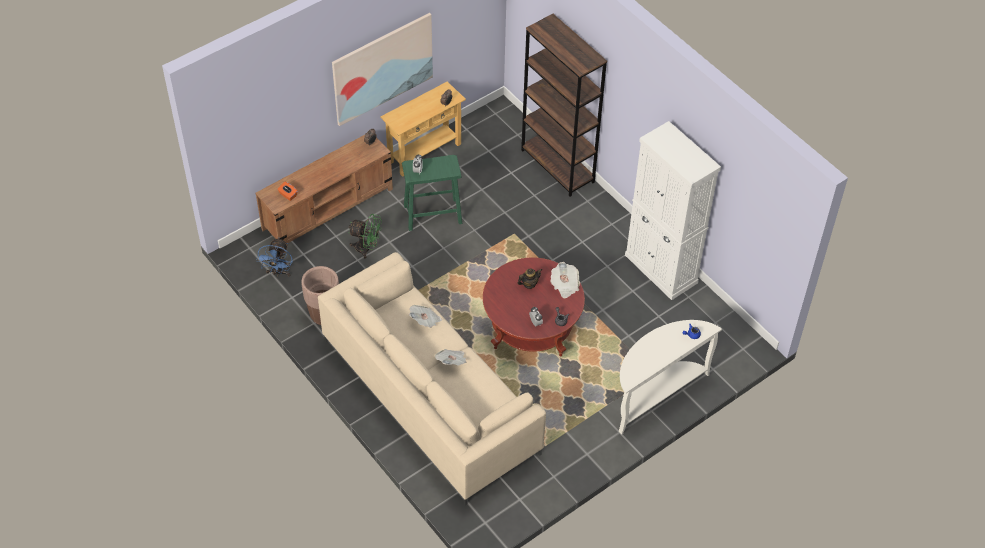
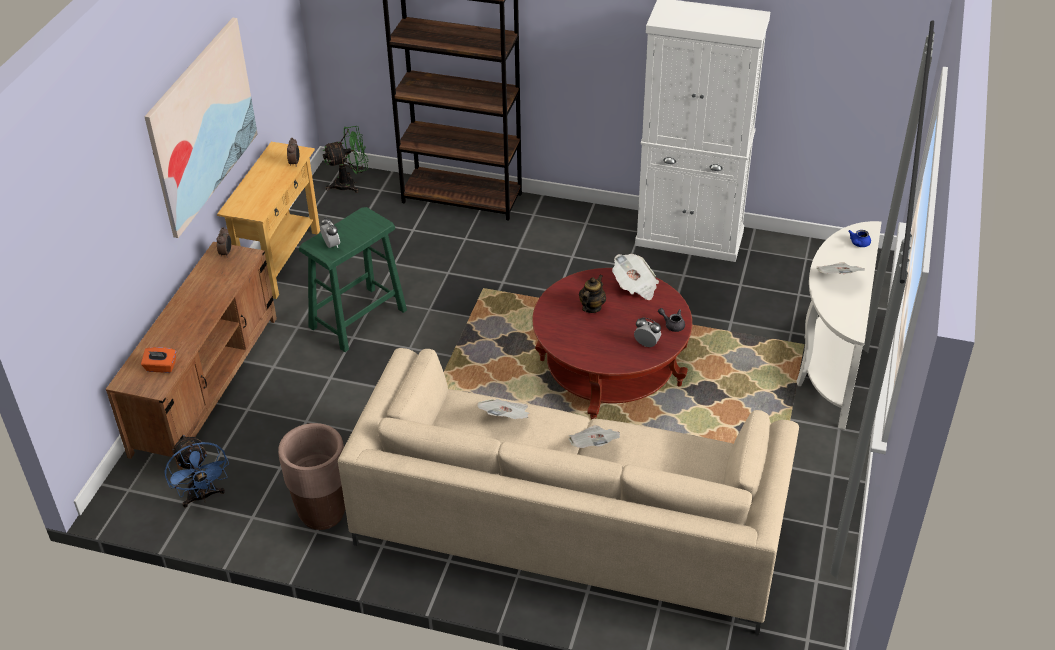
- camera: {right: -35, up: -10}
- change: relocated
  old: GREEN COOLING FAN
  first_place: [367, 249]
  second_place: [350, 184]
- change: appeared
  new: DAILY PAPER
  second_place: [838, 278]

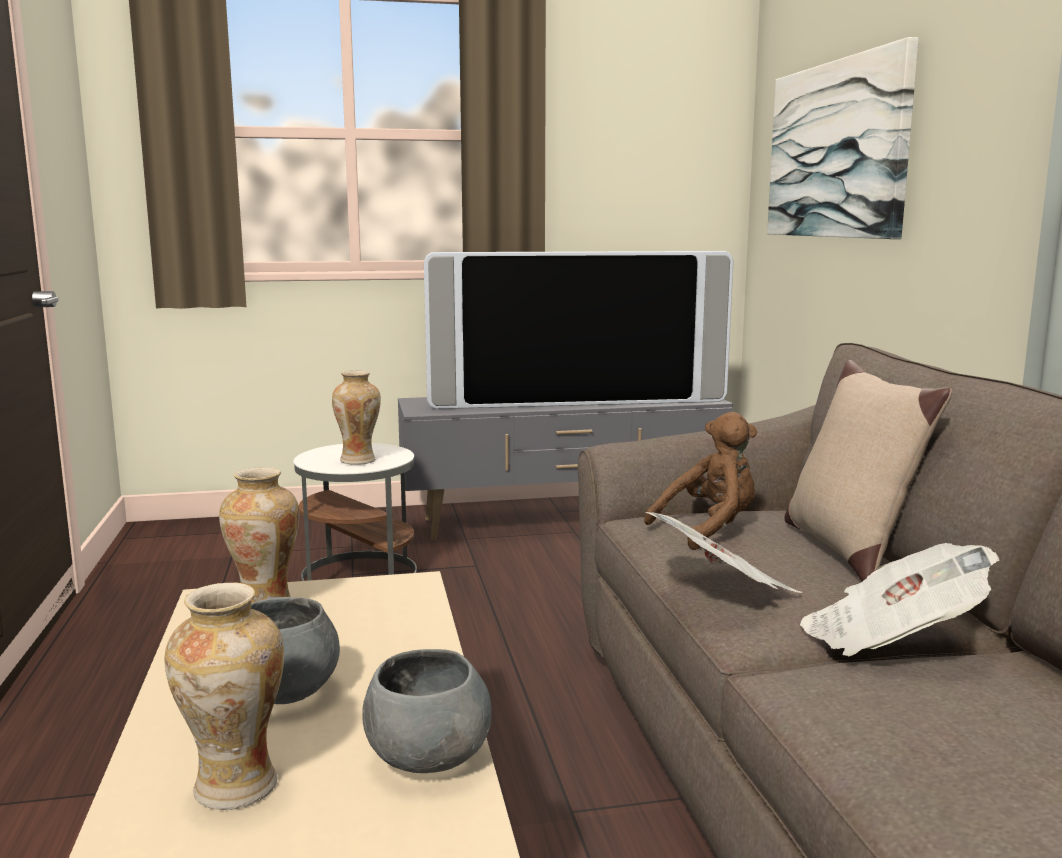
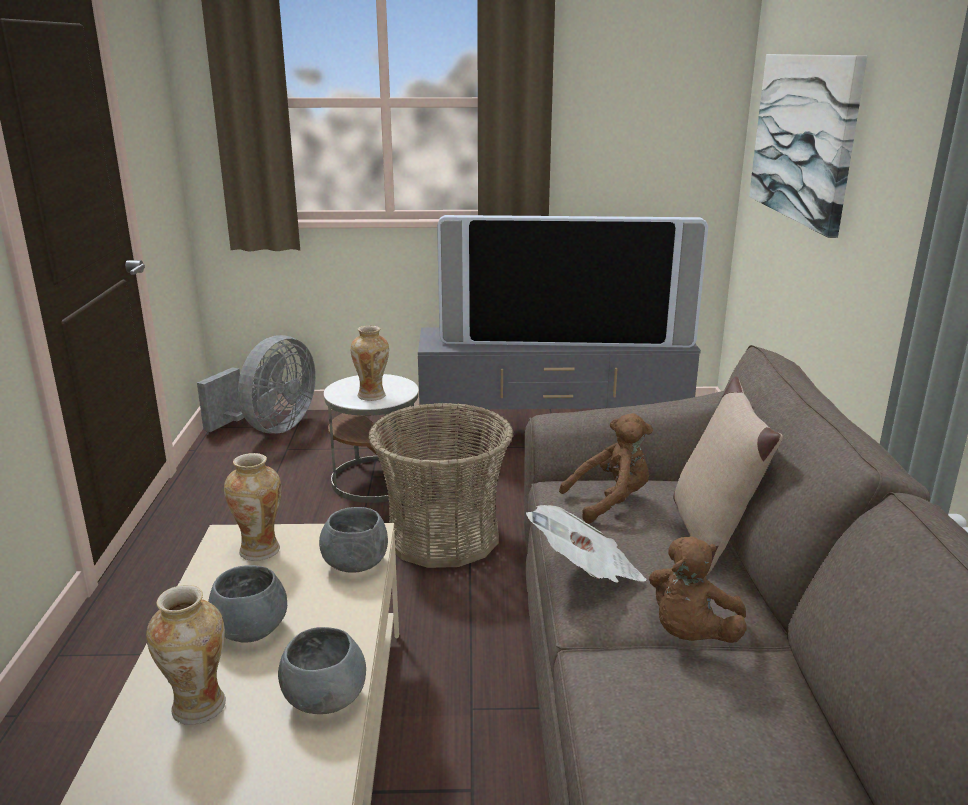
- camera: {right: 10, up: 10}
- change: appeared
  new: GREY COOLING FAN
  second_place: [270, 428]
- change: appeared
  new: GREY BOWL
  second_place: [355, 564]
- change: appeared
  new: HOUSEHOLD BASKET
  second_place: [443, 536]
- change: exchanged
  old: DAILY PAPER
  new: BROWN-COLOURED CUDDLY TOY
  first_place: [890, 640]
  second_place: [691, 635]

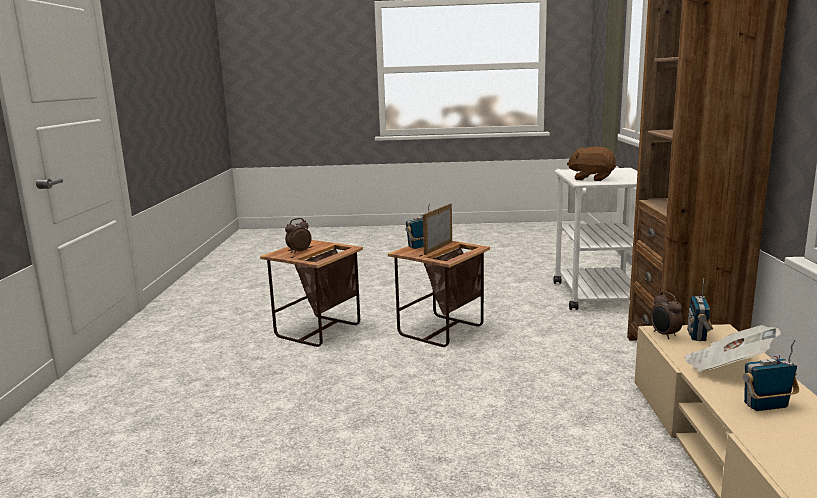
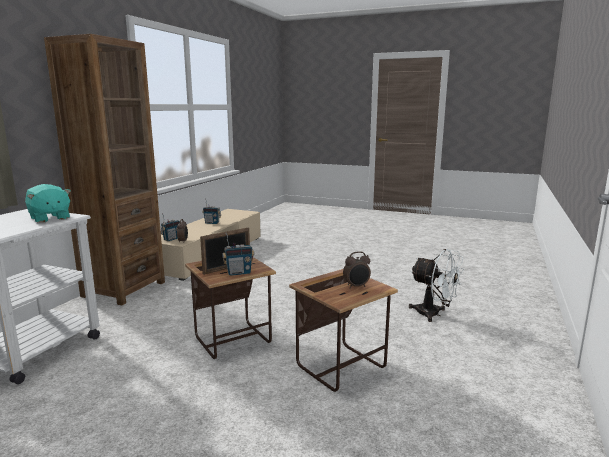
- camera: {right: -160, up: 0}
- change: colour
  old: BROWN-COLOURED CUDDLY TOY
  new: TURQUOISE CUDDLY TOY
  first_place: [591, 179]
  second_place: [49, 218]
- change: appeared
  new: WHITE COOLING FAN
  second_place: [434, 314]
- change: missing
  old: DAILY PAPER
  first_place: [726, 368]

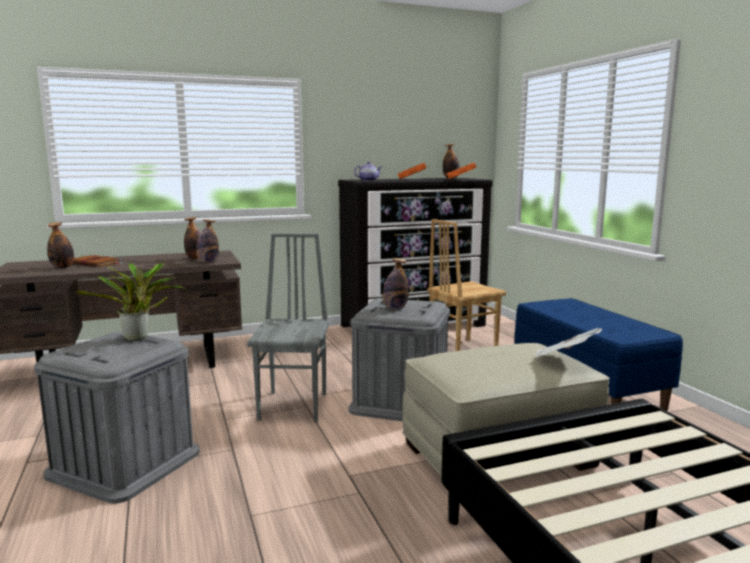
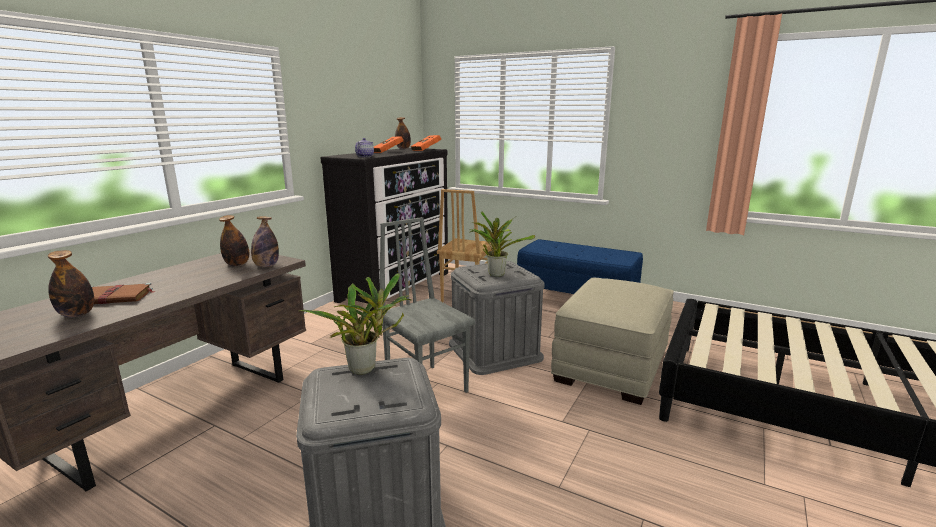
- camera: {right: -40, up: 5}
- change: exchanged
  old: DRINK BOTTLE
  new: HOUSEPLANT
  first_place: [395, 308]
  second_place: [495, 274]
- change: missing
  old: DAILY PAPER
  first_place: [563, 360]

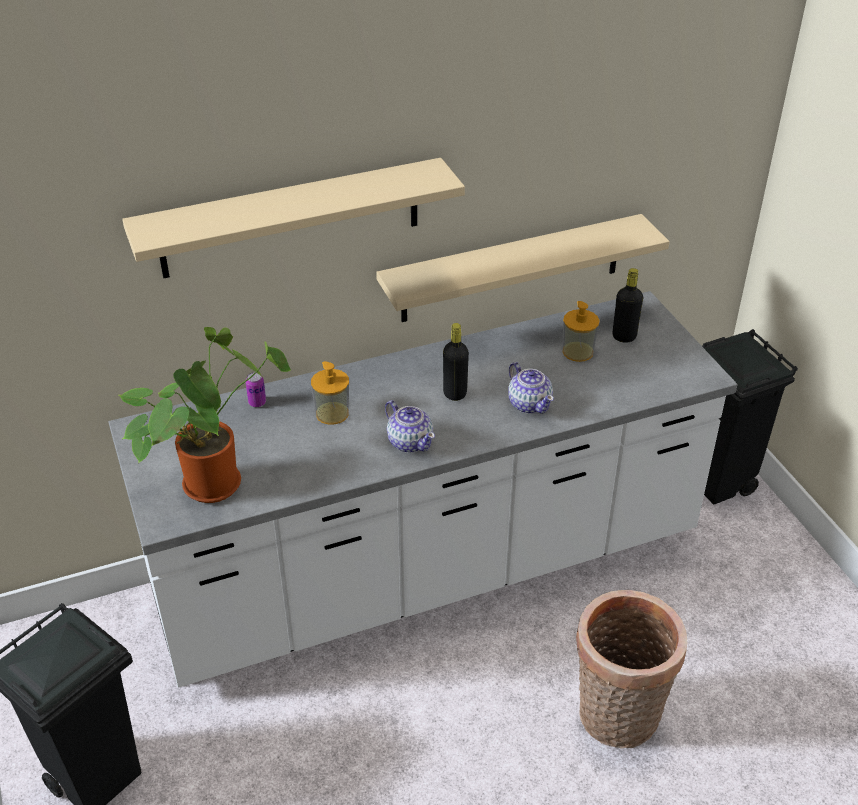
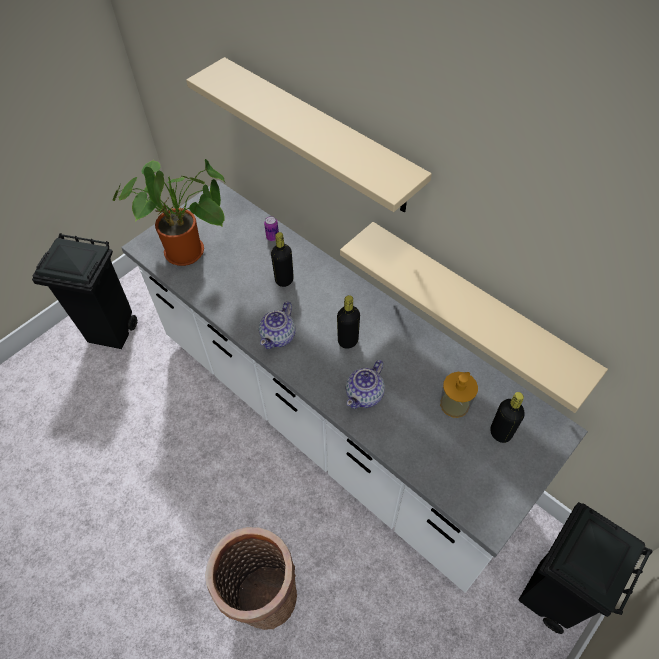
- camera: {right: 65, up: 15}
- change: exchanged
  old: LIQUID SOAP BOTTLE
  new: BLACKISH DRINK BOTTLE
  first_place: [332, 413]
  second_place: [284, 280]

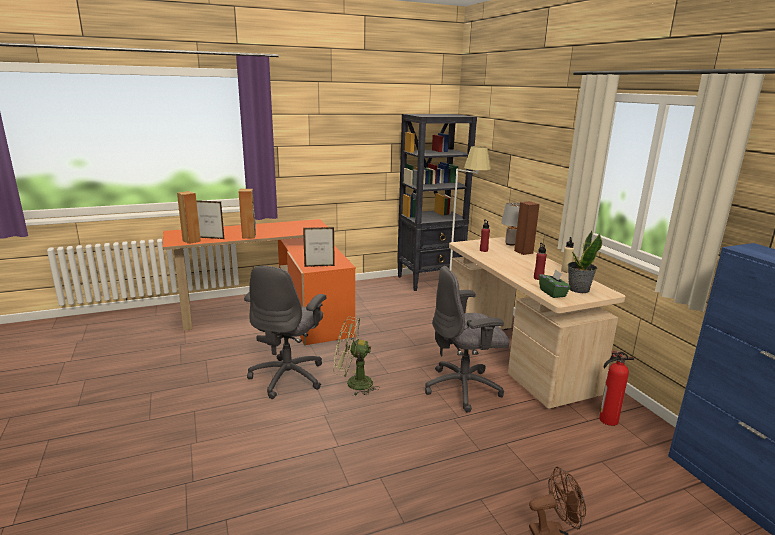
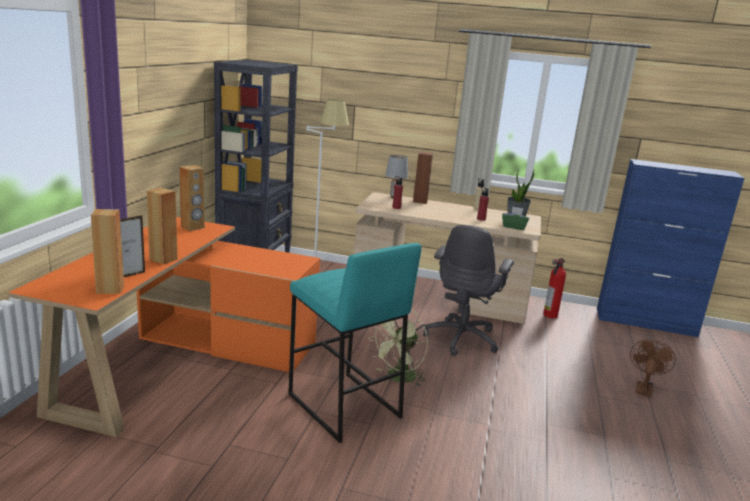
- camera: {right: -55, up: 0}
- change: appeared
  new: BROWN-COLOURED AUDIO SPEAKER
  second_place: [193, 227]
- change: exchanged
  old: GREY OFFICE CHAIR
  new: TURQUOISE STOOL SEAT
  first_place: [288, 377]
  second_place: [343, 405]
- change: missing
  old: PHOTO FRAME
  first_place: [319, 266]

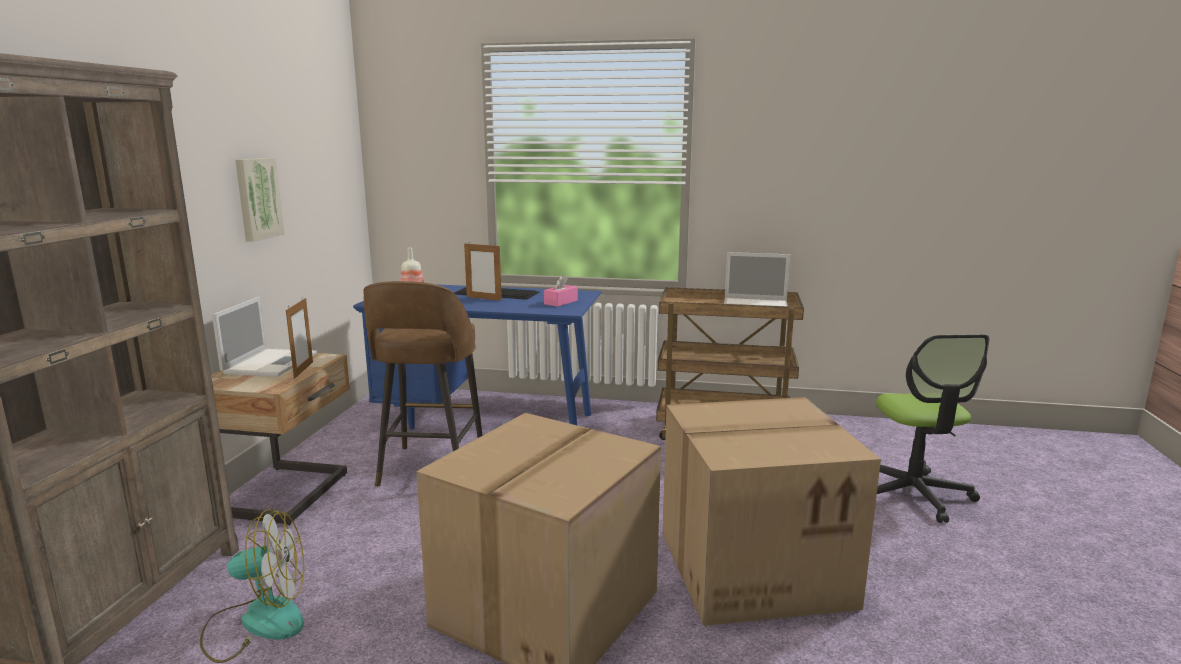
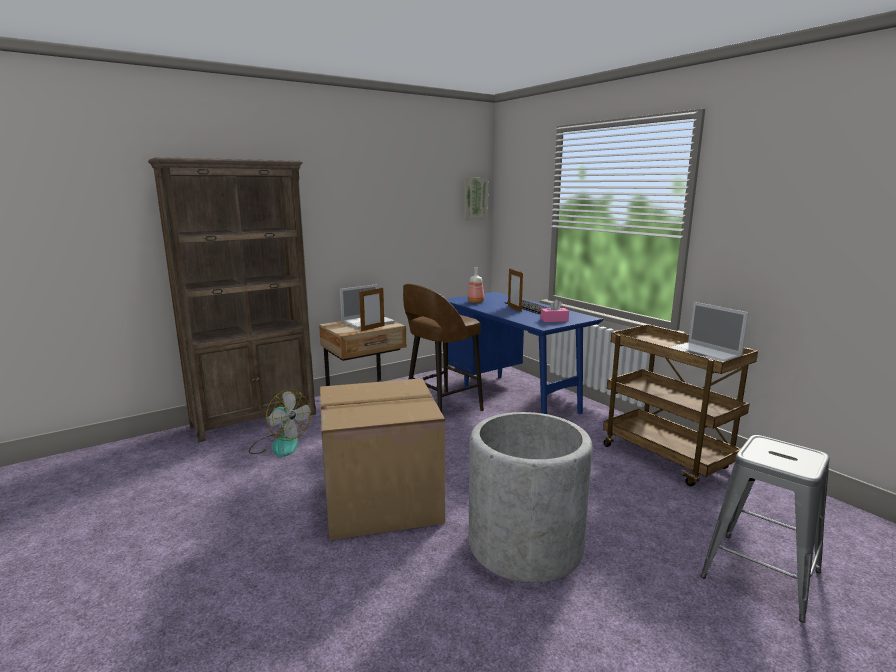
- camera: {right: 45, up: 0}
- change: relocated
  old: PICTURE
  first_place: [257, 198]
  second_place: [474, 198]
- change: exchanged
  old: CARDBOARD BOX
  new: GREY FLOWER POT
  first_place: [755, 567]
  second_place: [525, 545]
- change: exchanged
  old: OFFICE CHAIR
  new: GREY STOOL SEAT
  first_place: [914, 494]
  second_place: [761, 574]

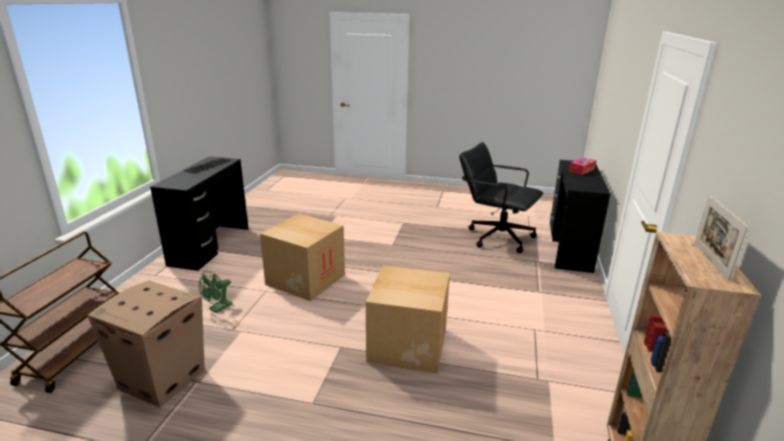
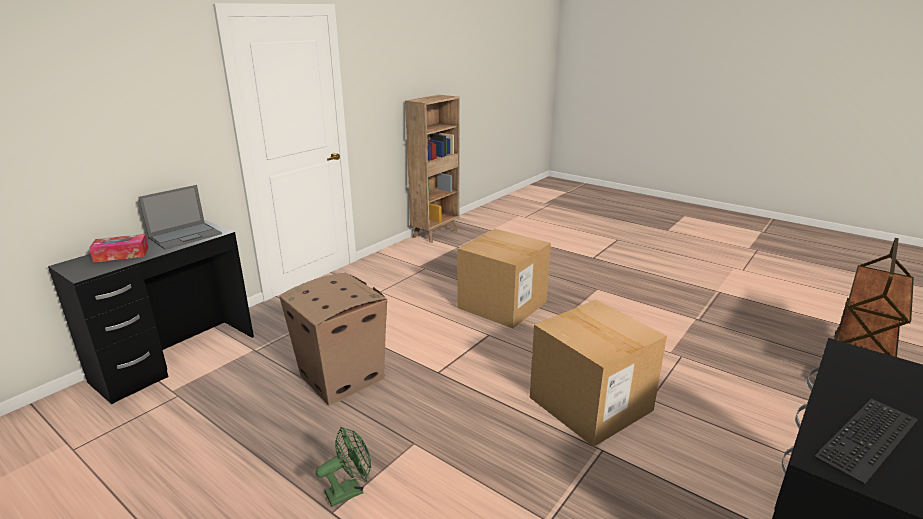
- camera: {right: -155, up: 0}
- change: appeared
  new: LAPTOP
  second_place: [186, 236]
- change: relocated
  old: CARDBOARD BOX
  first_place: [163, 379]
  second_place: [341, 377]
- change: relocated
  old: GREEN COOLING FAN
  first_place: [218, 308]
  second_place: [350, 491]
- change: missing
  old: BLACKISH OFFICE CHAIR
  first_place: [494, 236]
- change: missing
  old: PHOTO FRAME
  first_place: [711, 261]

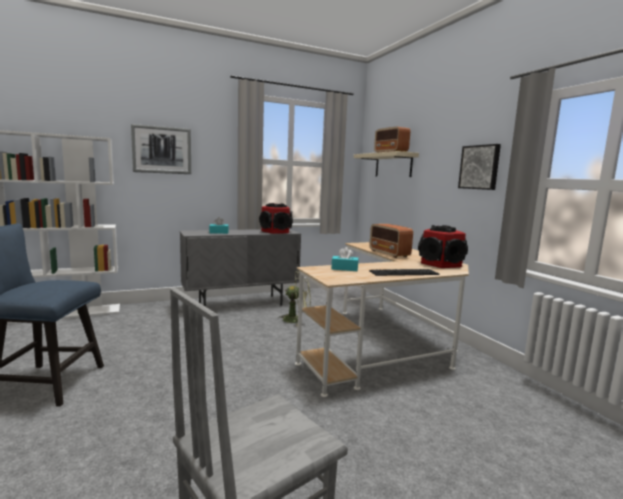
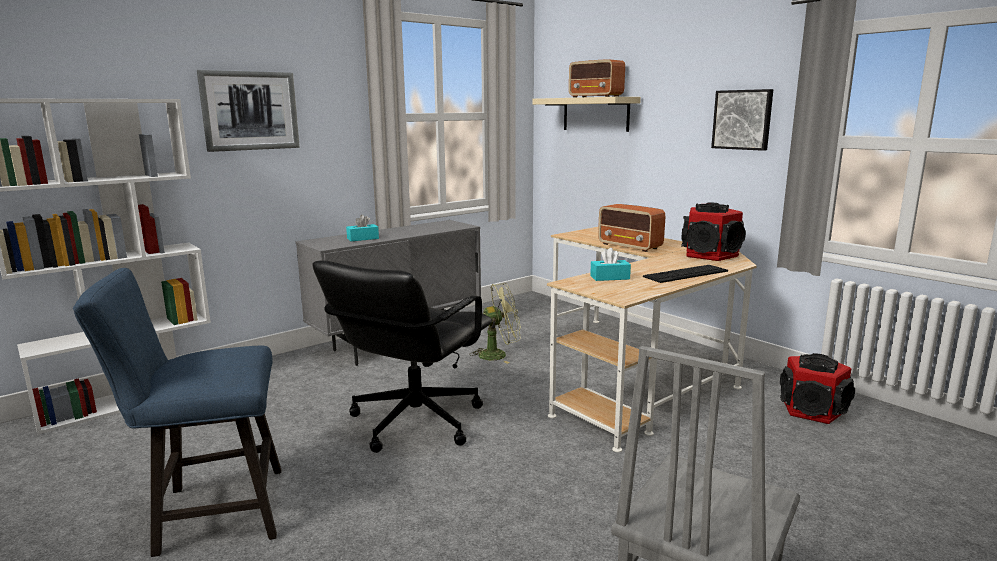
- camera: {right: -15, up: 5}
- change: appeared
  new: BLACKISH OFFICE CHAIR
  second_place: [414, 421]
- change: relocated
  old: AUDIO SPEAKER
  first_place: [276, 231]
  second_place: [812, 410]

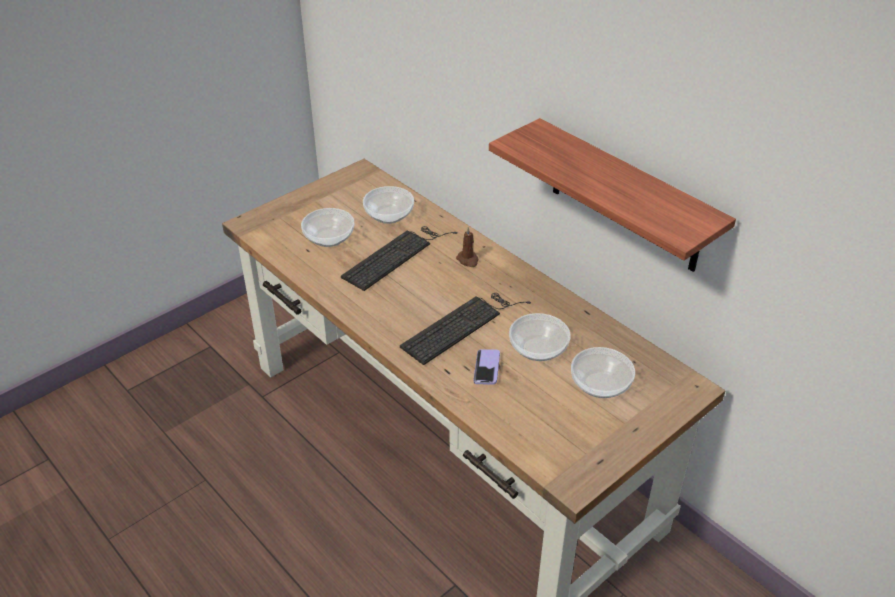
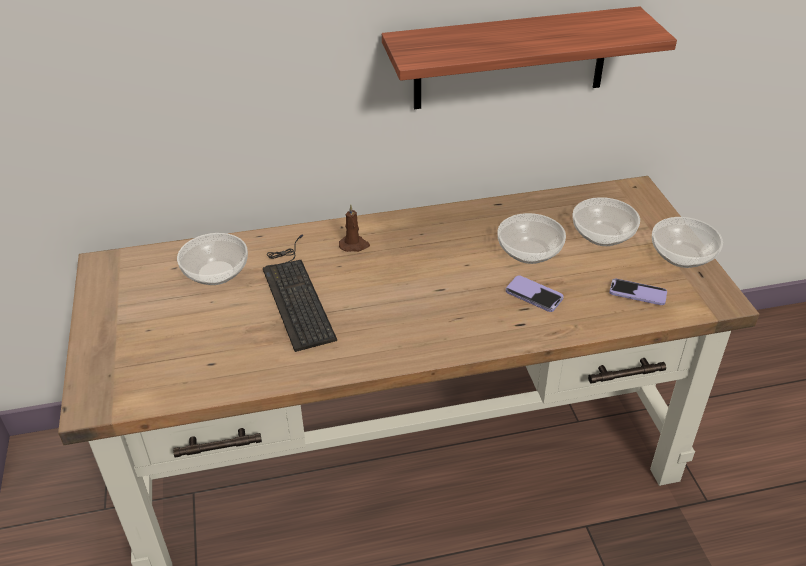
- camera: {right: -60, up: 0}
- change: appeared
  new: PHONE
  second_place: [637, 293]
- change: relocated
  old: BOWL
  first_place: [330, 238]
  second_place: [682, 255]
- change: missing
  old: KEYBOARD
  first_place: [462, 325]

